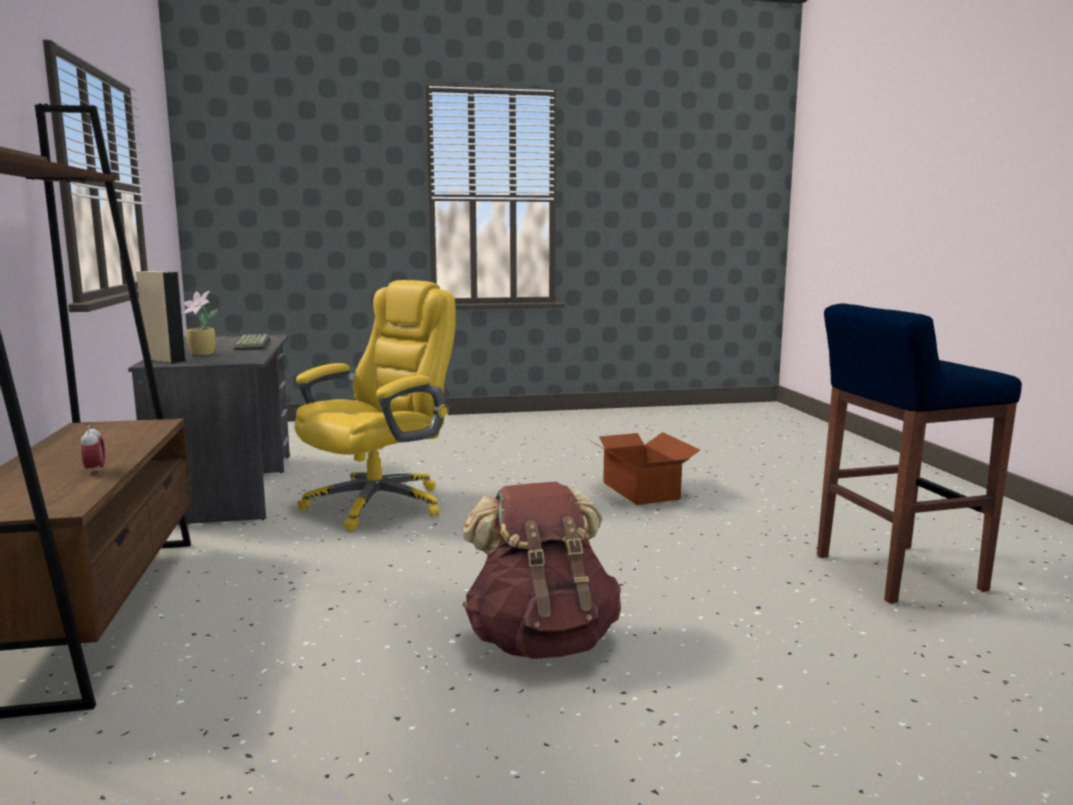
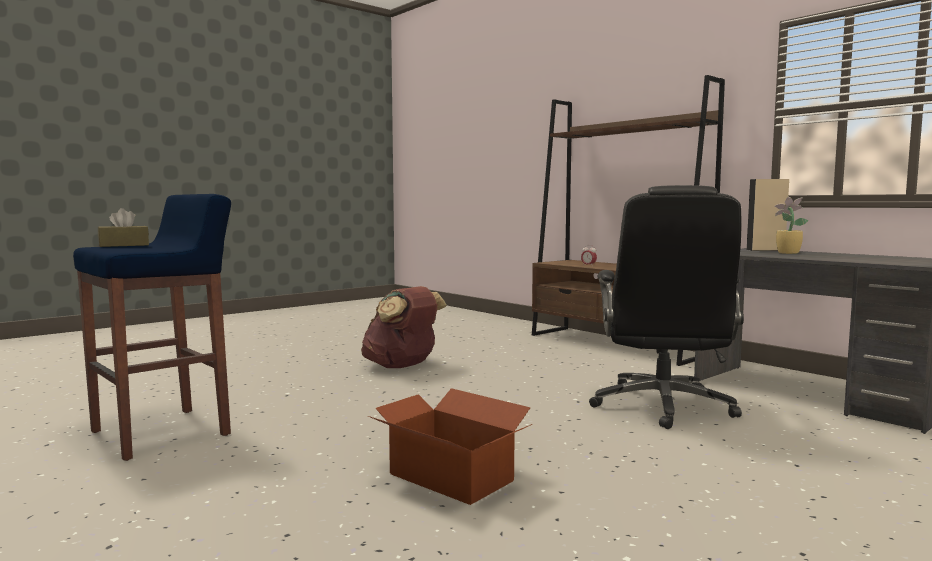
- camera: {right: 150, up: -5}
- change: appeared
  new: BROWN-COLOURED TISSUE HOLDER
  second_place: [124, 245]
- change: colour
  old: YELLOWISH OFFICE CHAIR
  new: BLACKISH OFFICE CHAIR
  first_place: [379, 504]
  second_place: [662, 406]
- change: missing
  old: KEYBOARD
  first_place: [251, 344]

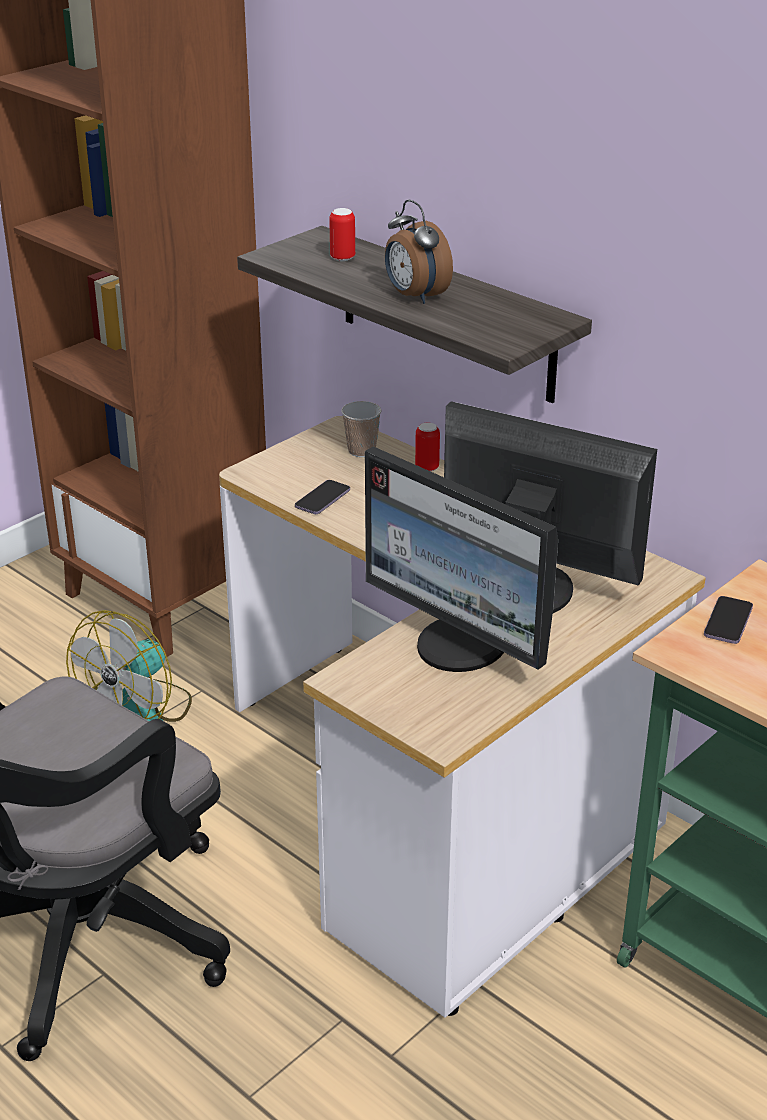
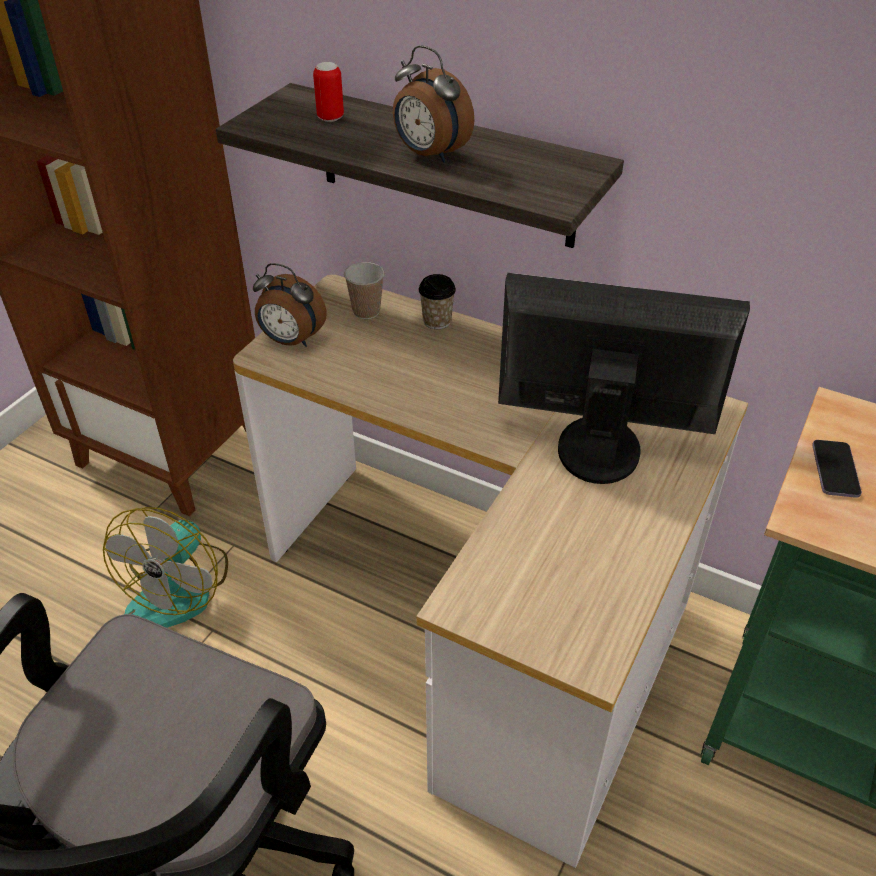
- camera: {right: -15, up: 10}
- change: appeared
  new: ALARM CLOCK
  second_place: [291, 341]
- change: exchanged
  old: CAN
  new: SMALL CUP
  first_place: [427, 468]
  second_place: [437, 321]
- change: missing
  old: PHONE
  first_place: [322, 499]
- change: missing
  old: COMPUTER DISPLAY
  first_place: [461, 646]

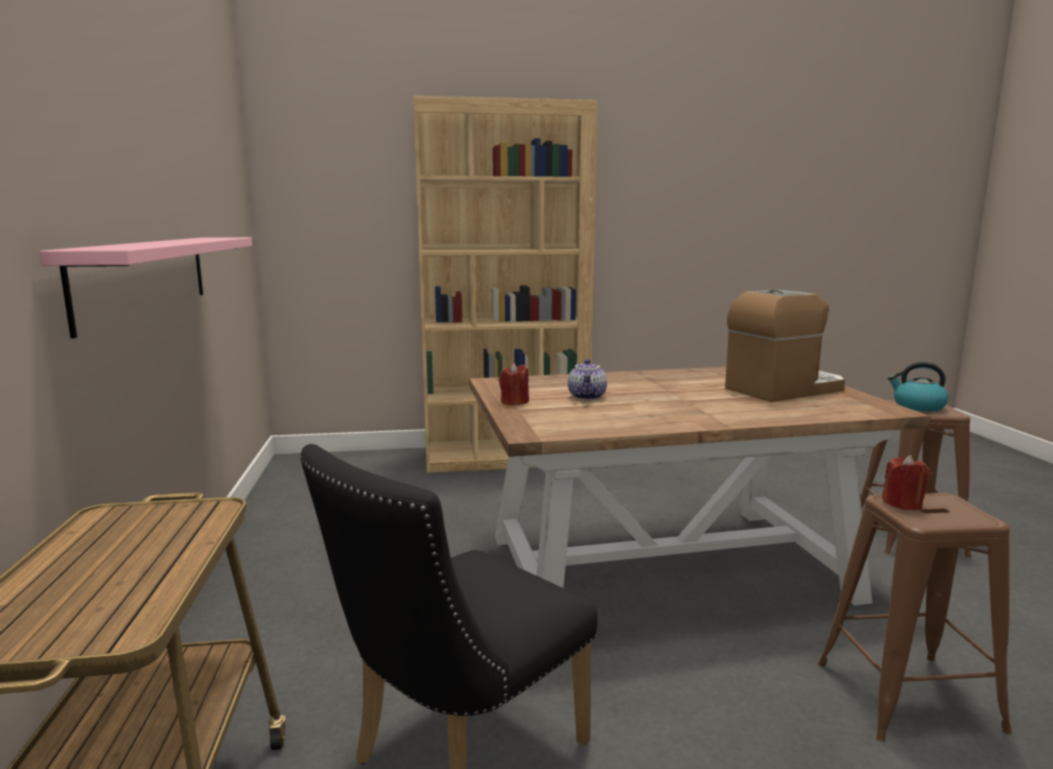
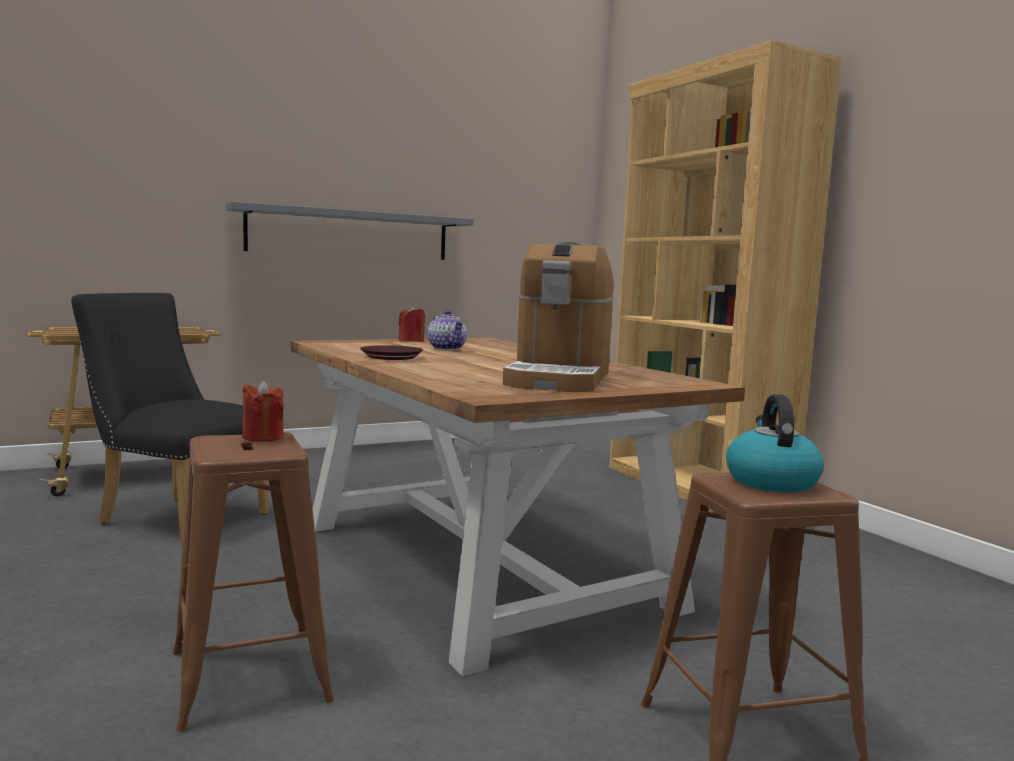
- camera: {right: 70, up: -5}
- change: colour
  old: PINKISH WALL SHELF
  new: GREY WALL SHELF
  first_place: [146, 277]
  second_place: [350, 234]
- change: appeared
  new: BROWN-COLOURED PLATE
  second_place: [392, 357]
- change: spun
  old: POT FOR TEA
  first_place: [588, 397]
  second_place: [447, 348]
  degrees: -105
- change: spun
  old: COFFEE MAKER
  first_place: [784, 389]
  second_place: [559, 379]
  degrees: 60

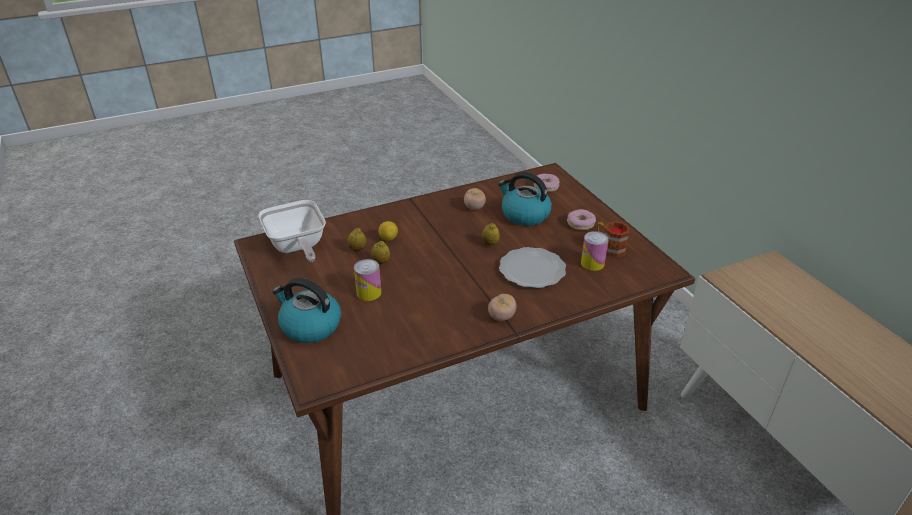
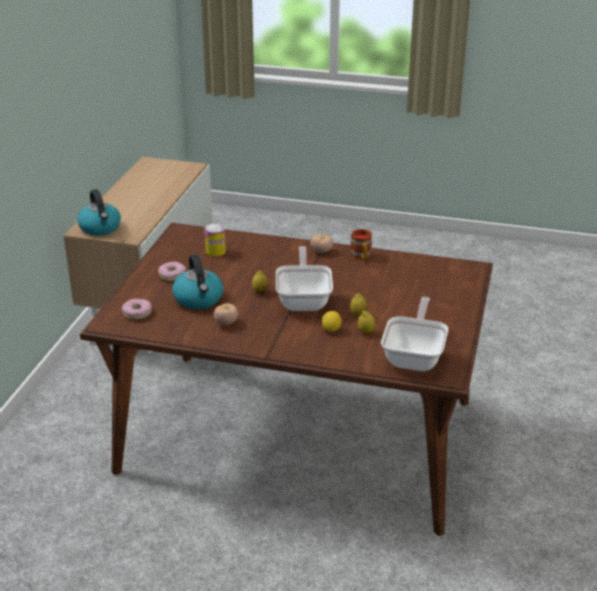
- camera: {right: -140, up: -5}
- change: relocated
  old: KETTLE
  first_place: [310, 326]
  second_place: [100, 228]
- change: appeared
  new: FRYING PAN
  second_place: [304, 300]
- change: relocated
  old: TEA MUG
  first_place: [609, 248]
  second_place: [361, 257]
- change: missing
  old: CAN
  first_place: [369, 292]
- change: missing
  old: PLATE
  first_place: [532, 269]

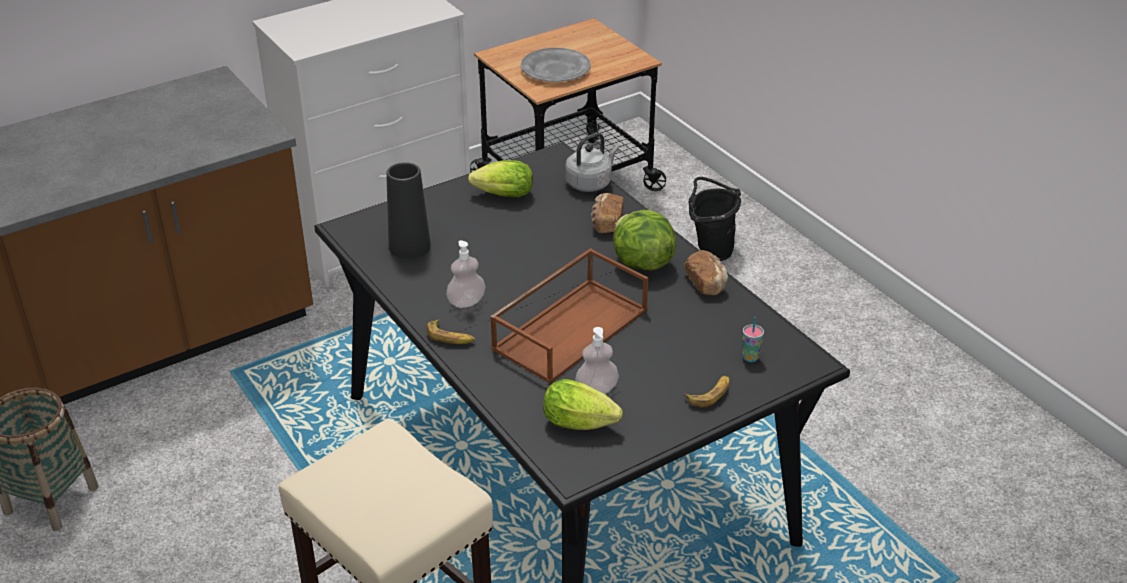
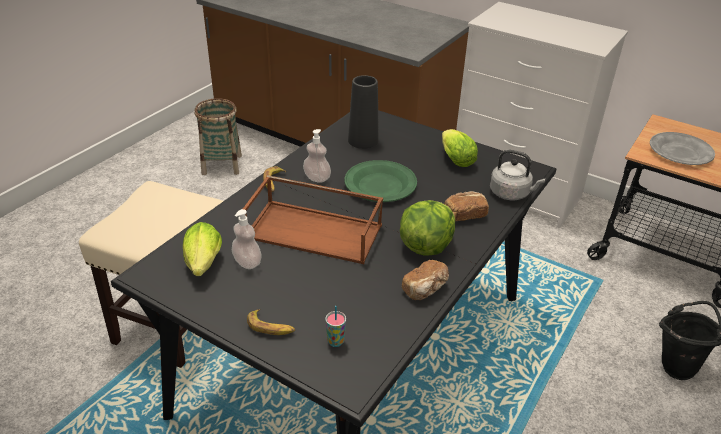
- camera: {right: 65, up: 0}
- change: appeared
  new: GREEN PLATE
  second_place: [380, 185]

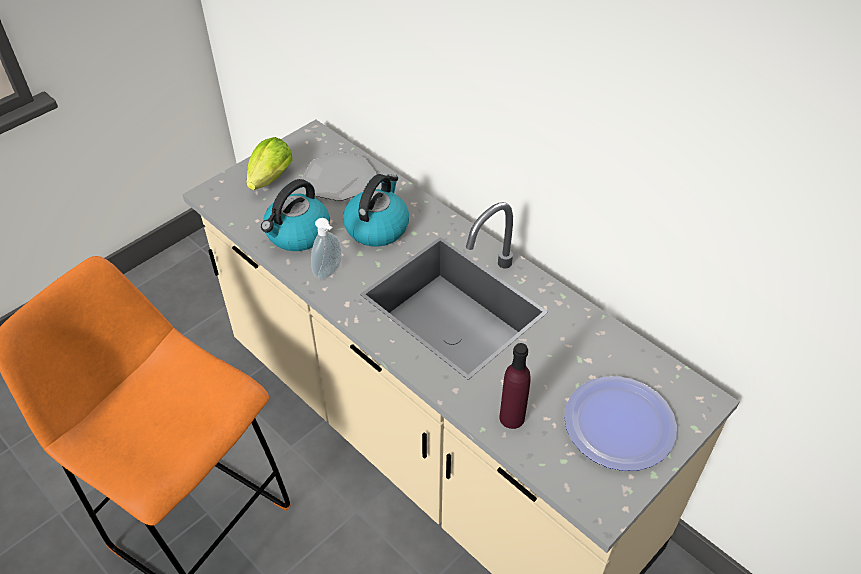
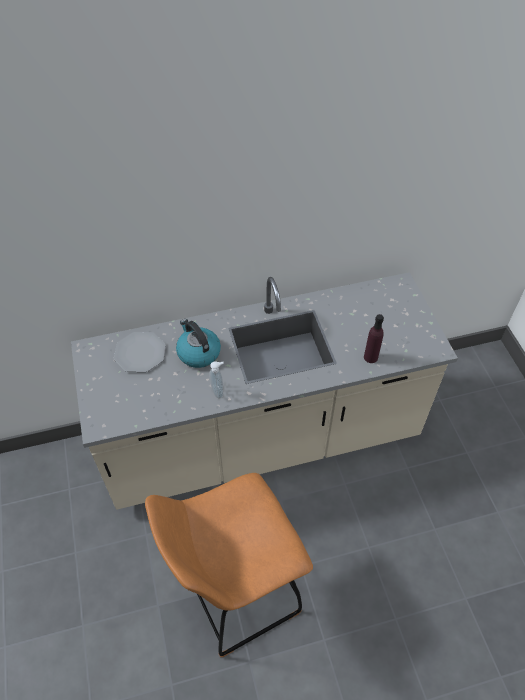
- camera: {right: -60, up: 5}
- change: missing
  old: LETTUCE HEAD
  first_place: [269, 181]
- change: missing
  old: KETTLE
  first_place: [297, 234]
- change: missing
  old: PLATE
  first_place: [619, 424]

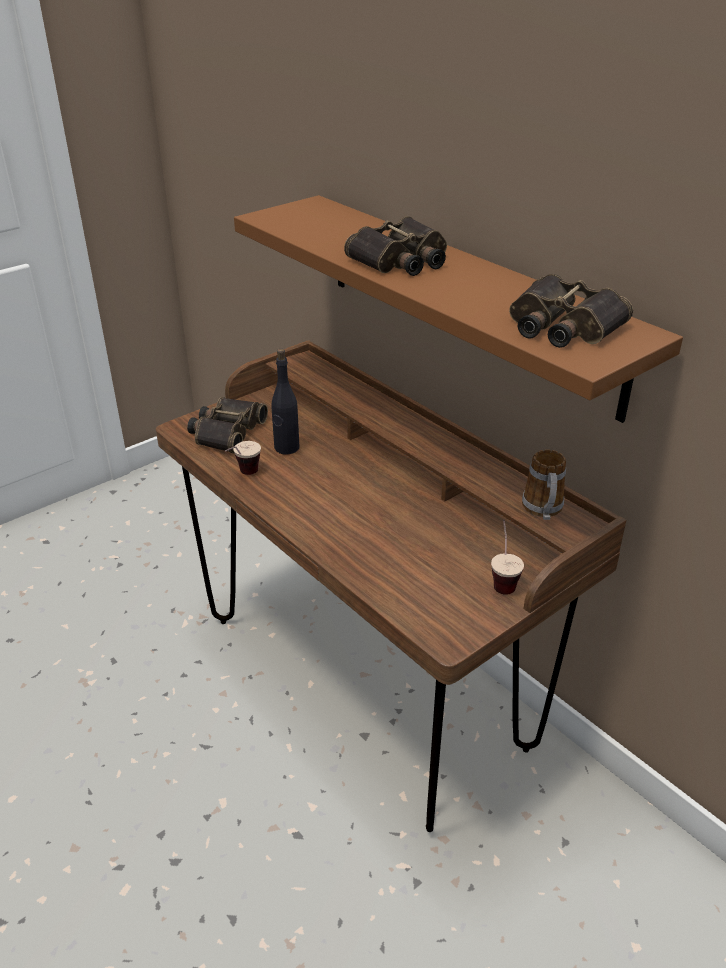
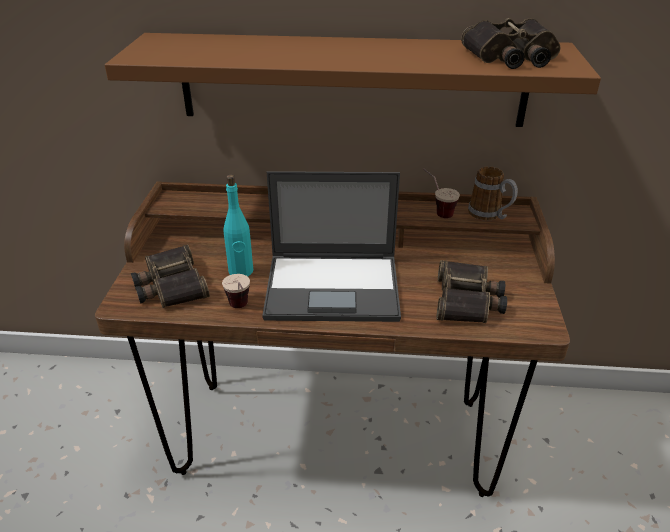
- camera: {right: -45, up: 0}
- change: colour
  old: BLACKISH DRINK BOTTLE
  new: TURQUOISE DRINK BOTTLE
  first_place: [286, 448]
  second_place: [241, 271]
- change: appeared
  new: LAPTOP
  second_place: [334, 287]
- change: relocated
  old: SMALL CUP
  first_place: [502, 579]
  second_place: [436, 211]
- change: relocated
  old: PAIR OF BINOCULARS
  first_place: [401, 260]
  second_place: [468, 300]

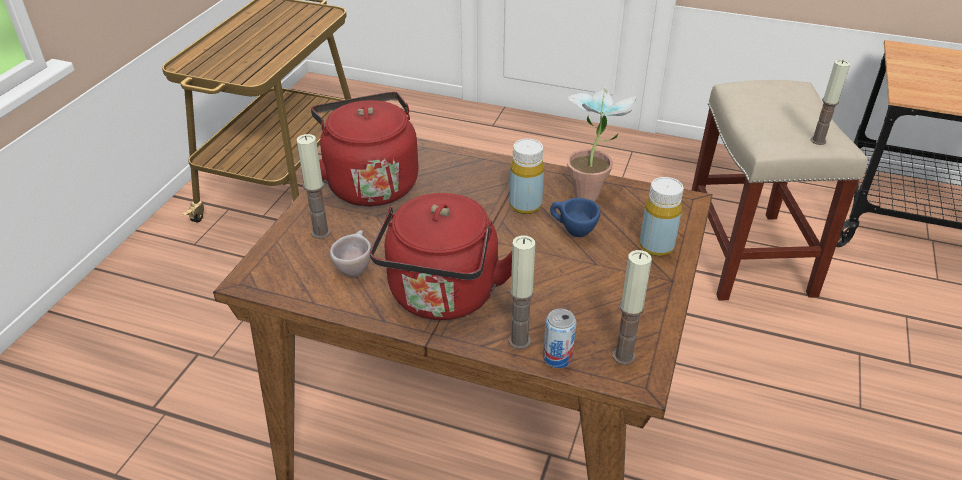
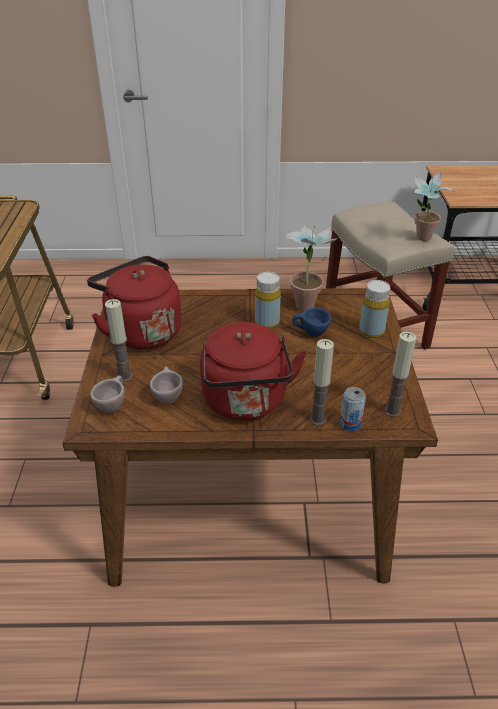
- camera: {right: -20, up: 0}
- change: appeared
  new: BEIGE-COLOURED SMALL CUP
  second_place: [112, 405]
- change: exchanged
  old: CANDLE
  new: HOUSEPLANT
  first_place: [818, 140]
  second_place: [421, 239]

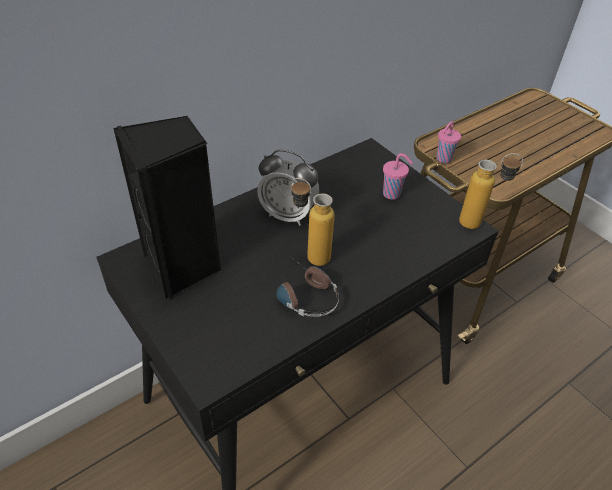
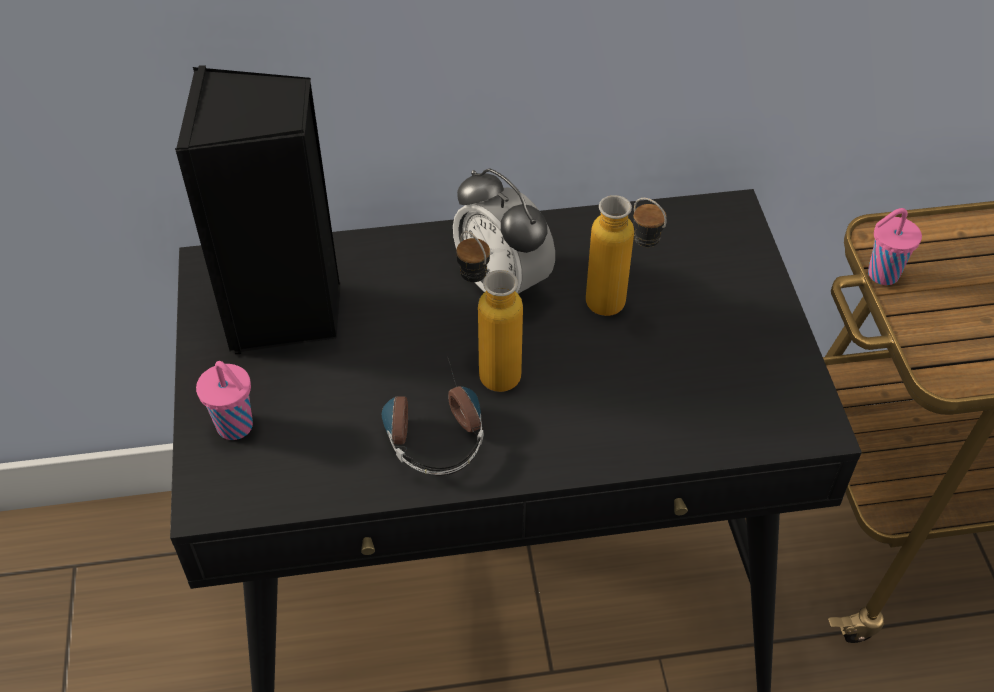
- camera: {right: 30, up: 5}
- change: relocated
  old: PINKISH SMALL CUP
  first_place: [392, 194]
  second_place: [236, 427]
- change: relocated
  old: DRINK BOTTLE
  first_place: [478, 224]
  second_place: [619, 311]

